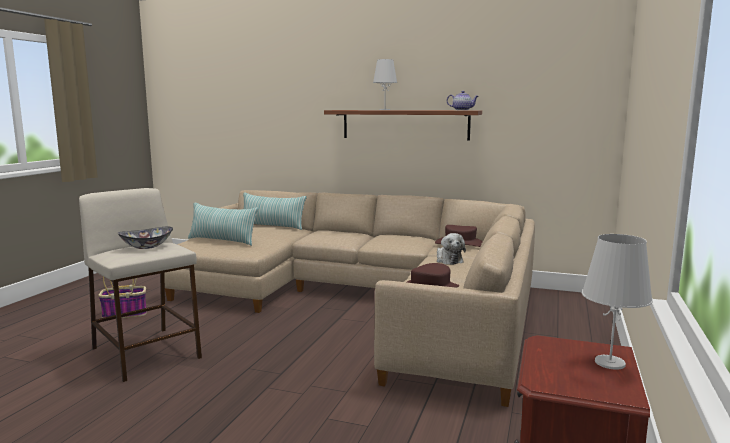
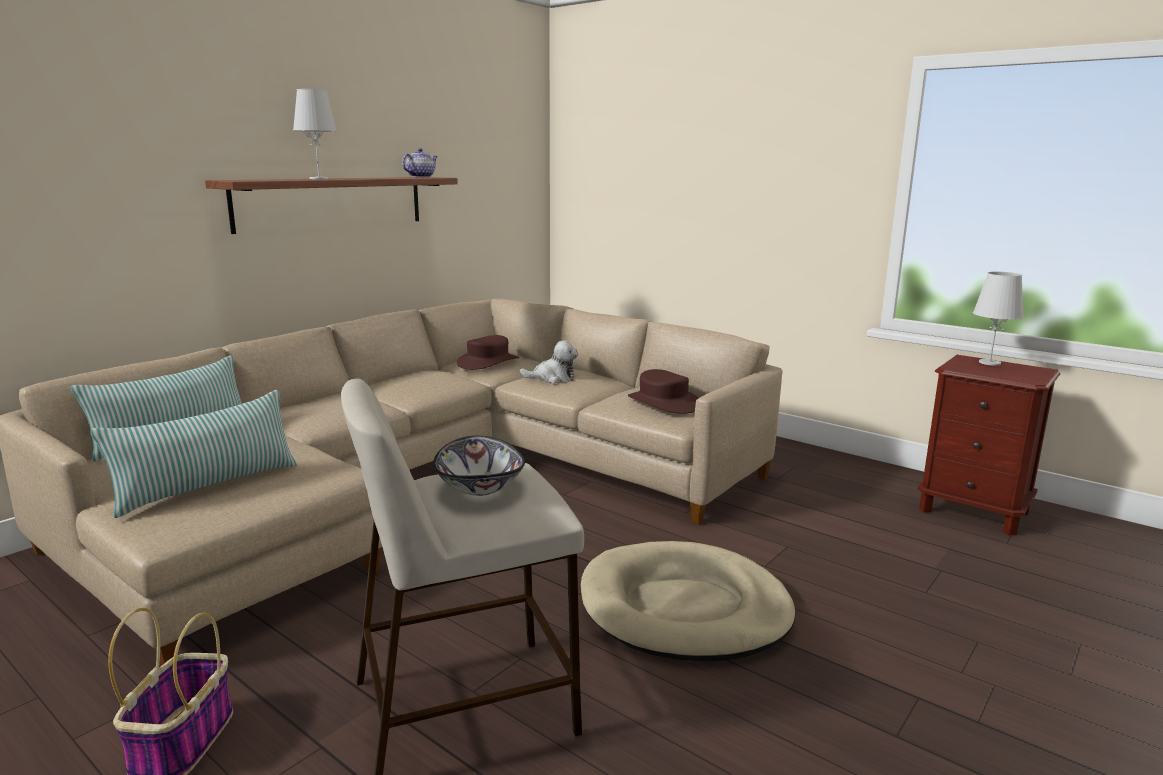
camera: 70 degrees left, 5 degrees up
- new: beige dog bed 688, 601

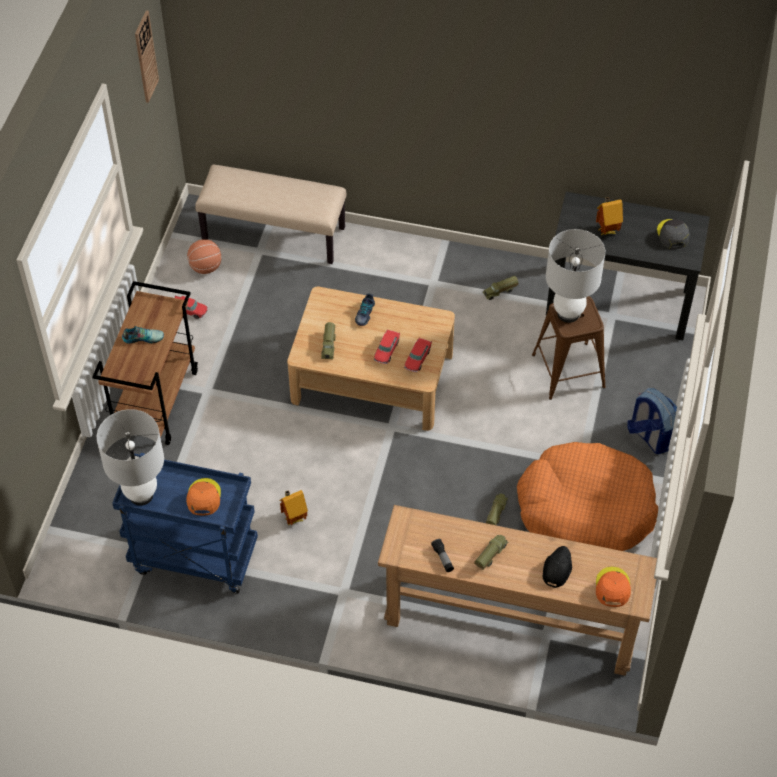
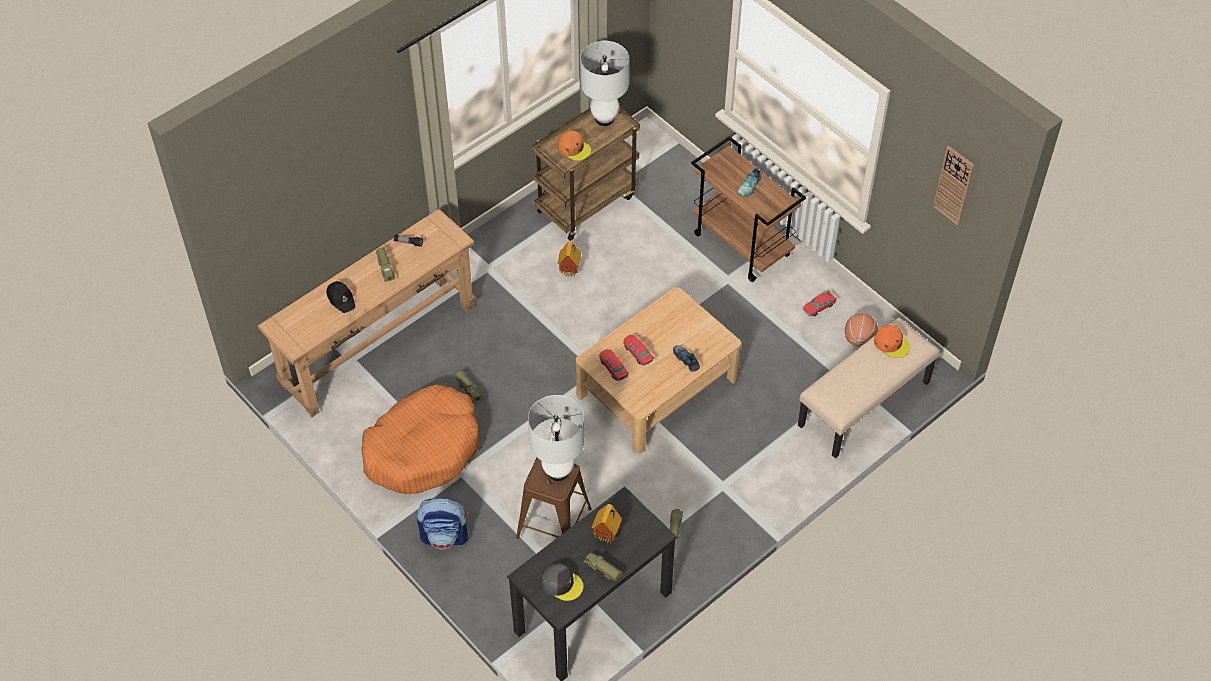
camera: 125 degrees right, 0 degrees up
- repainted: blue cart 185, 523 to brown cart 586, 174
- shifted: toy truck 328, 340 to 603, 567
- shifted: orange cap 613, 587 to 892, 341

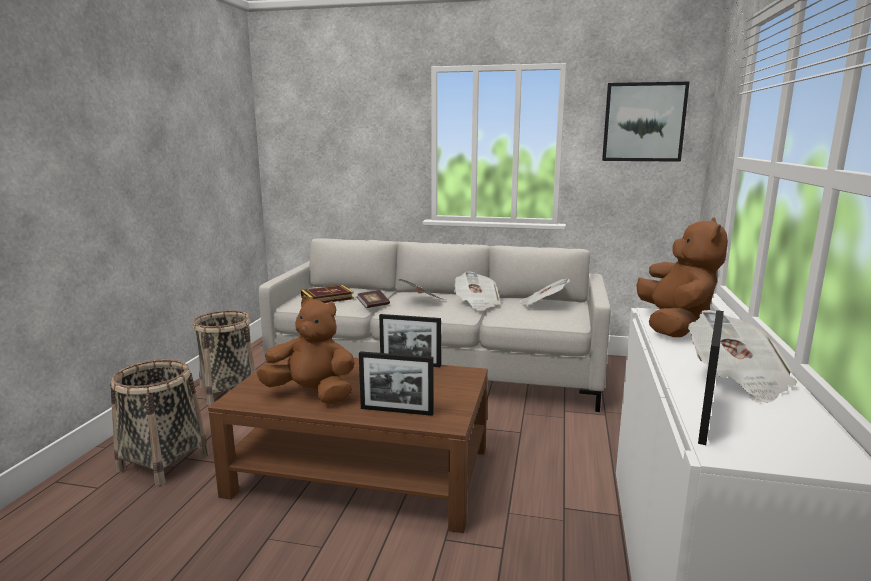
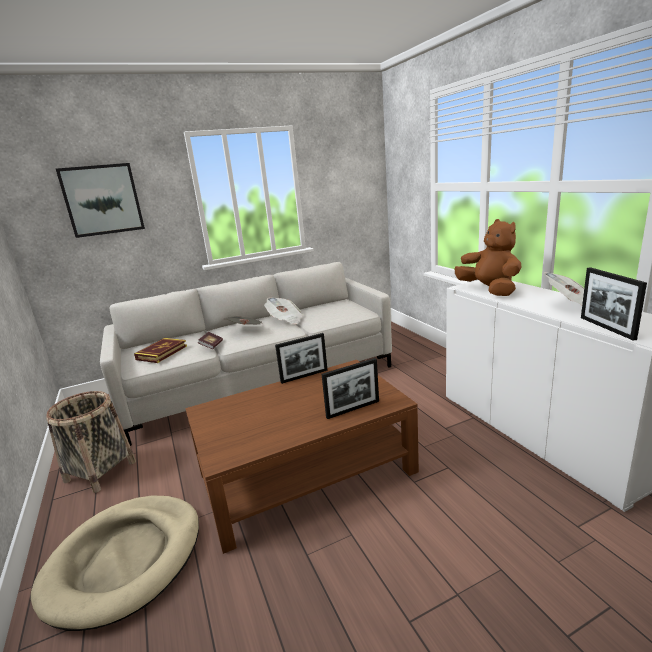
camera: 35 degrees left, 5 degrees up
- swapped: basket 159, 422 to beige dog bed 115, 563
- gone: brown plush toy 306, 350
- gone: newspaper 544, 293
- shifted: picture 645, 122 to 100, 200

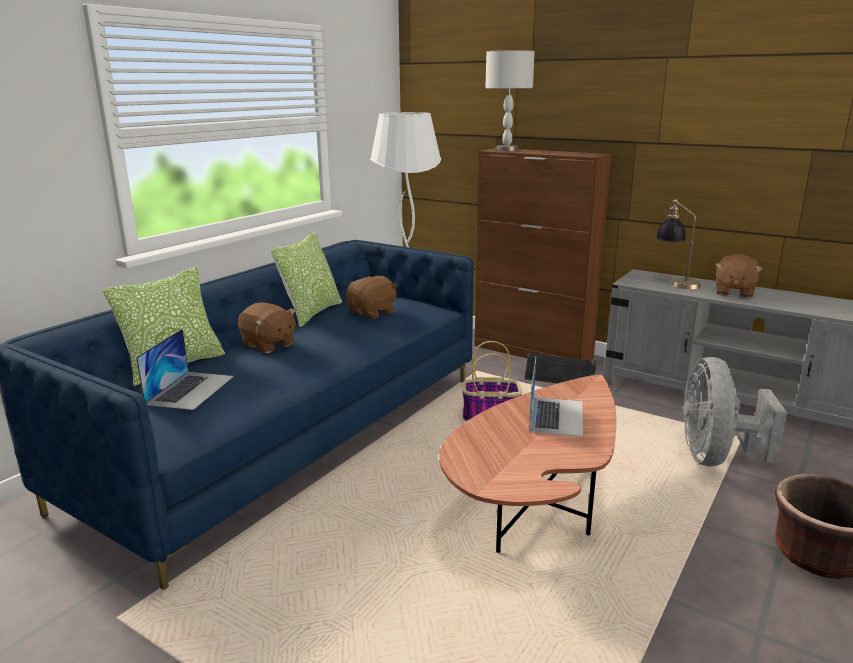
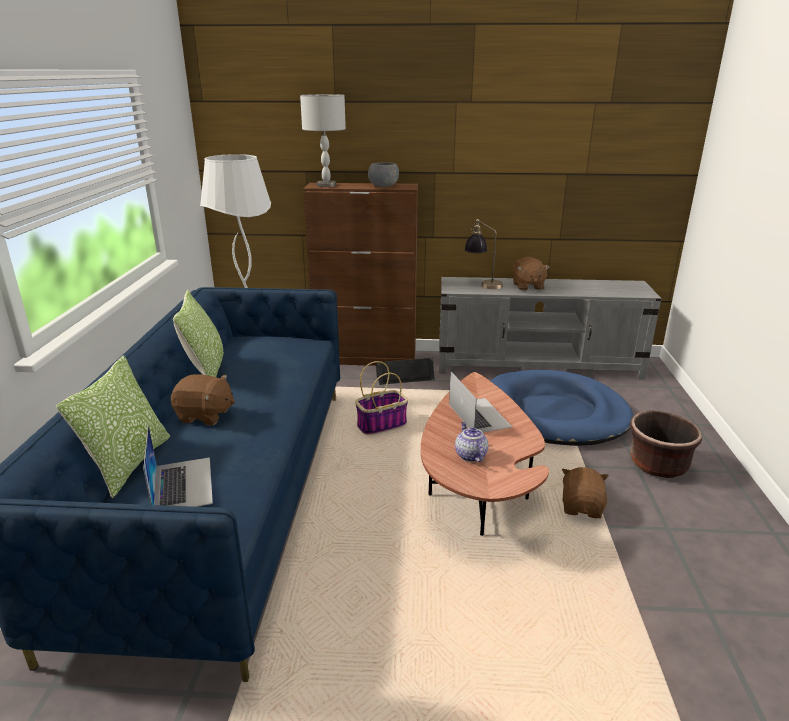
camera: 30 degrees left, 5 degrees up
- shifted: brown plush toy 371, 297 to 585, 492
- swapped: grey fan 735, 411 to blue dog bed 561, 408
- new: grey bowl 383, 174
- new: teapot 471, 442

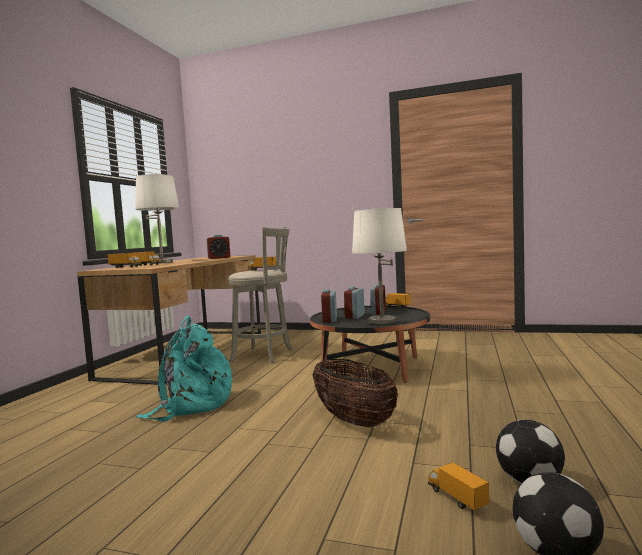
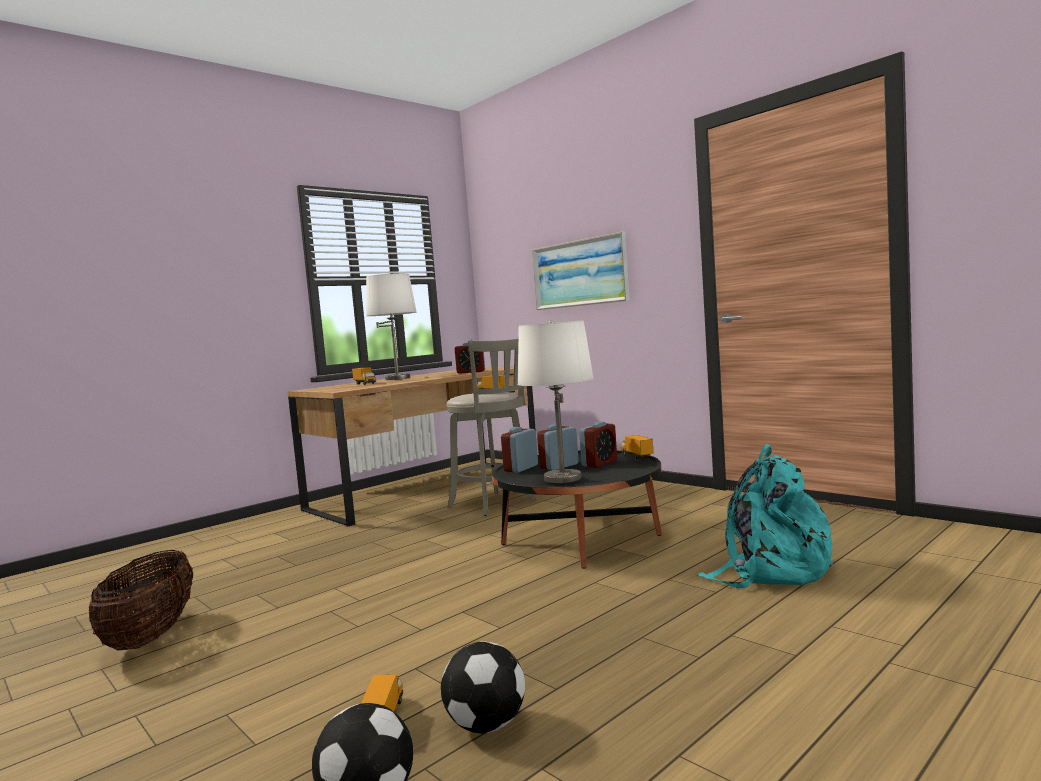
camera: 30 degrees right, 0 degrees up
- gone: toy truck 124, 260
- shifted: turquoise backpack 184, 368 to 765, 516
- shifted: basket 355, 393 to 141, 600
- new: picture 581, 271

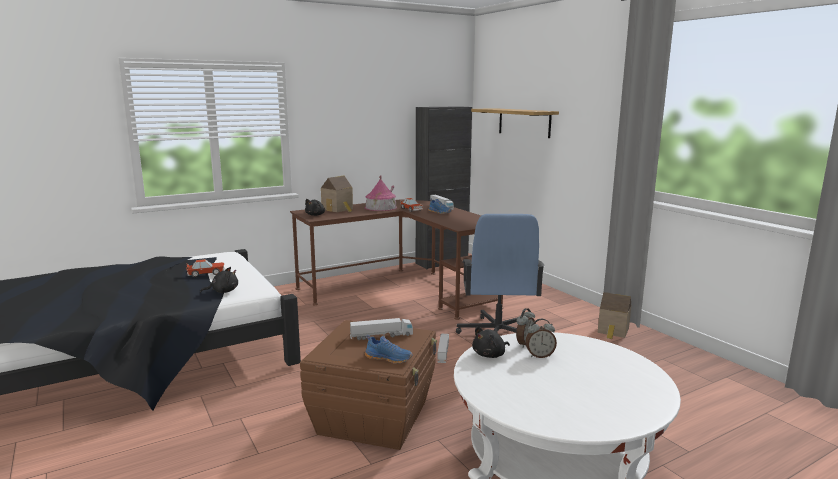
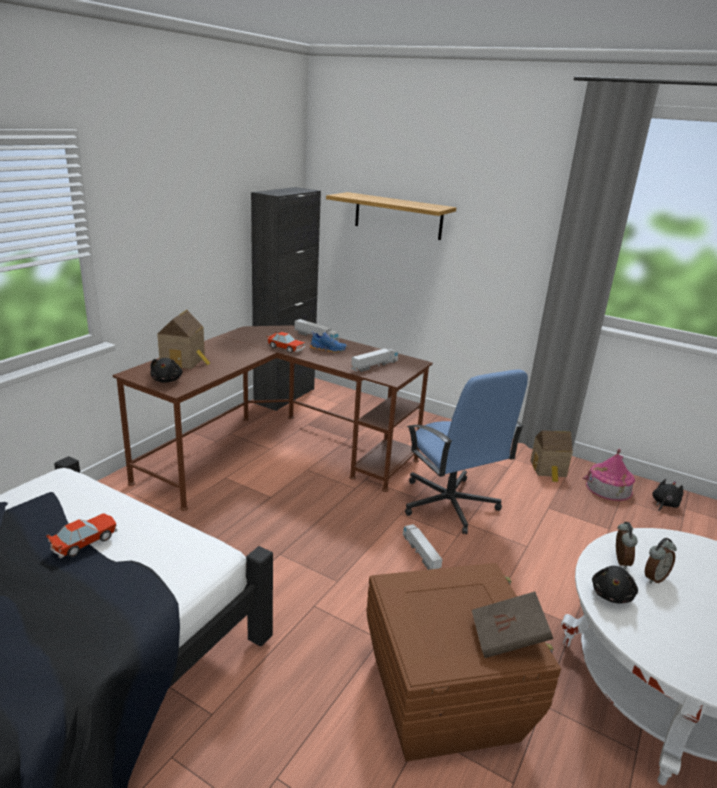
camera: 30 degrees left, 10 degrees up
- shifted: black plush toy 219, 280 to 667, 495
- shifted: toy truck 381, 329 to 374, 360
- shifted: toy house 381, 193 to 609, 475
- swapped: blue shoe 388, 349 to brown book 512, 625

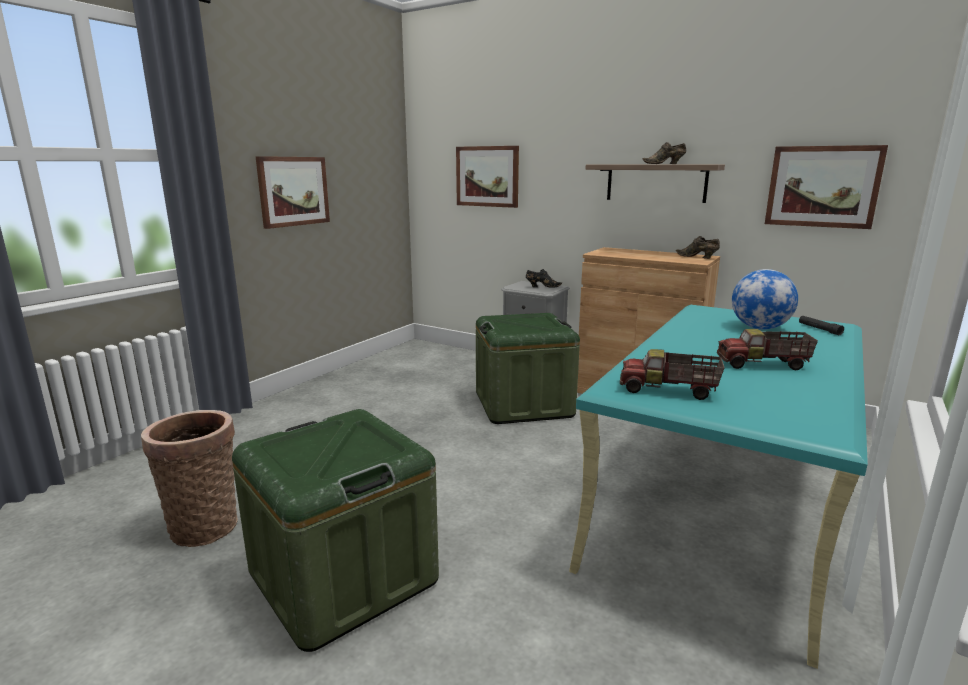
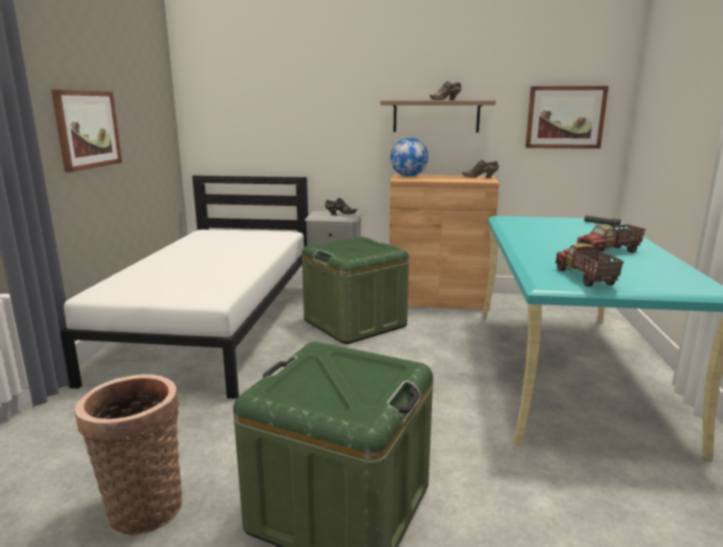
camera: 25 degrees left, 0 degrees up
- gone: picture 487, 177
- rotated: toy truck 672, 374 = 589, 264 90 degrees clockwise
- shifted: globe 765, 299 to 409, 157
- new: white bed 184, 287

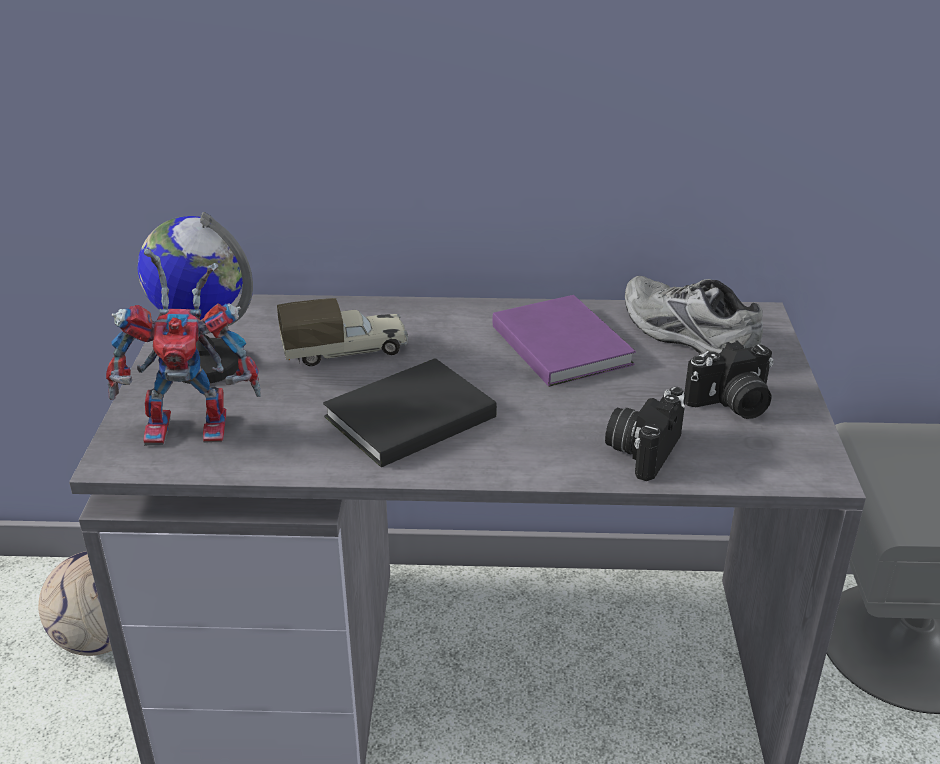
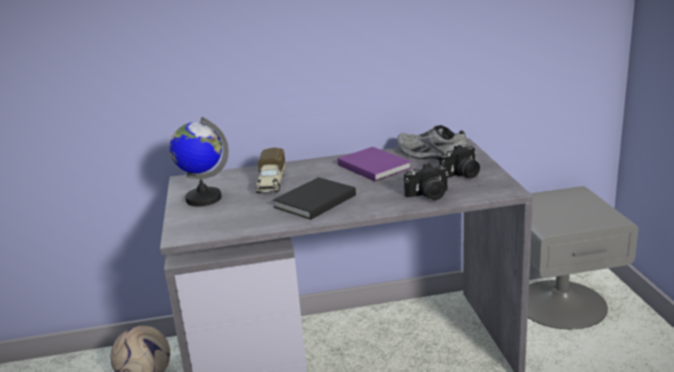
camera: 10 degrees left, 10 degrees down
- gone: toy robot 183, 347
- rotated: toy truck 342, 332 = 271, 170 120 degrees clockwise
- rotated: photo camera 645, 434 = 426, 181 120 degrees counterclockwise

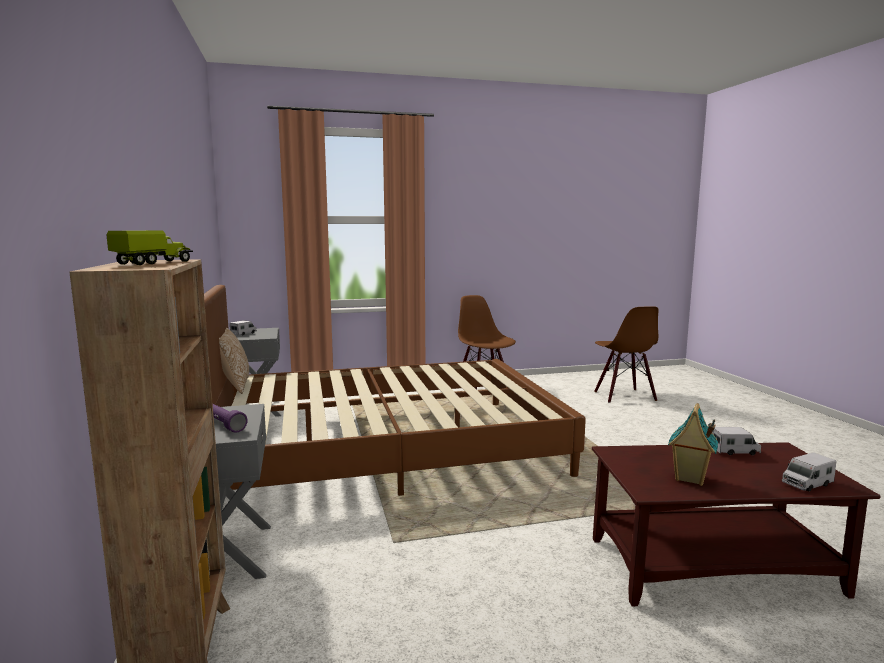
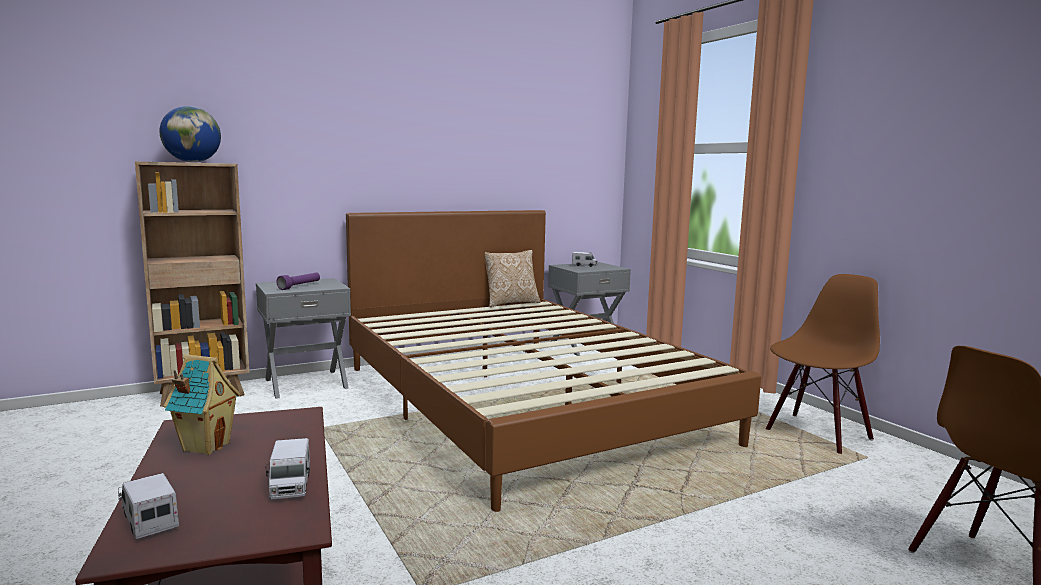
camera: 75 degrees right, 0 degrees up
- swapped: toy truck 149, 247 to globe 190, 134

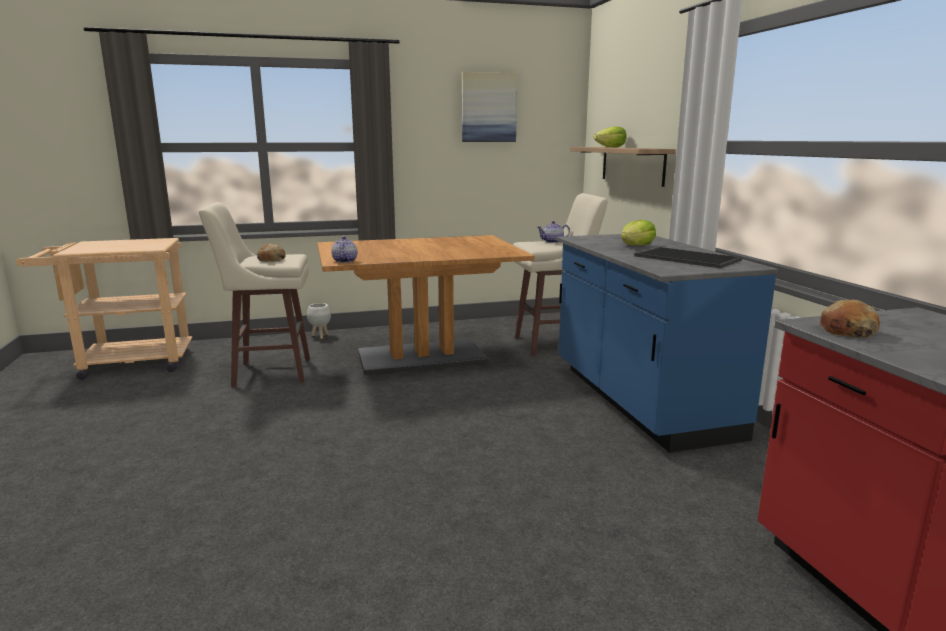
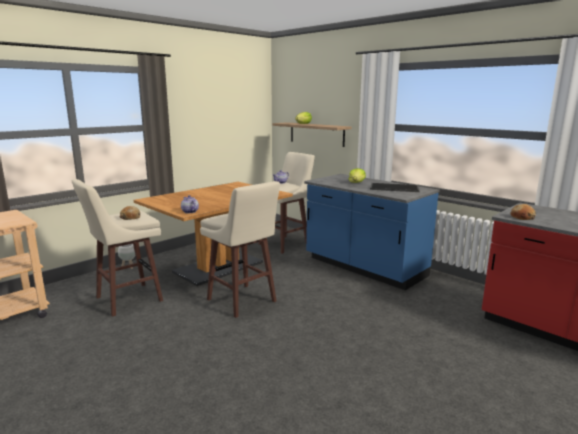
camera: 30 degrees left, 0 degrees up
- gone: picture 489, 107
- new: beige stool 240, 249

